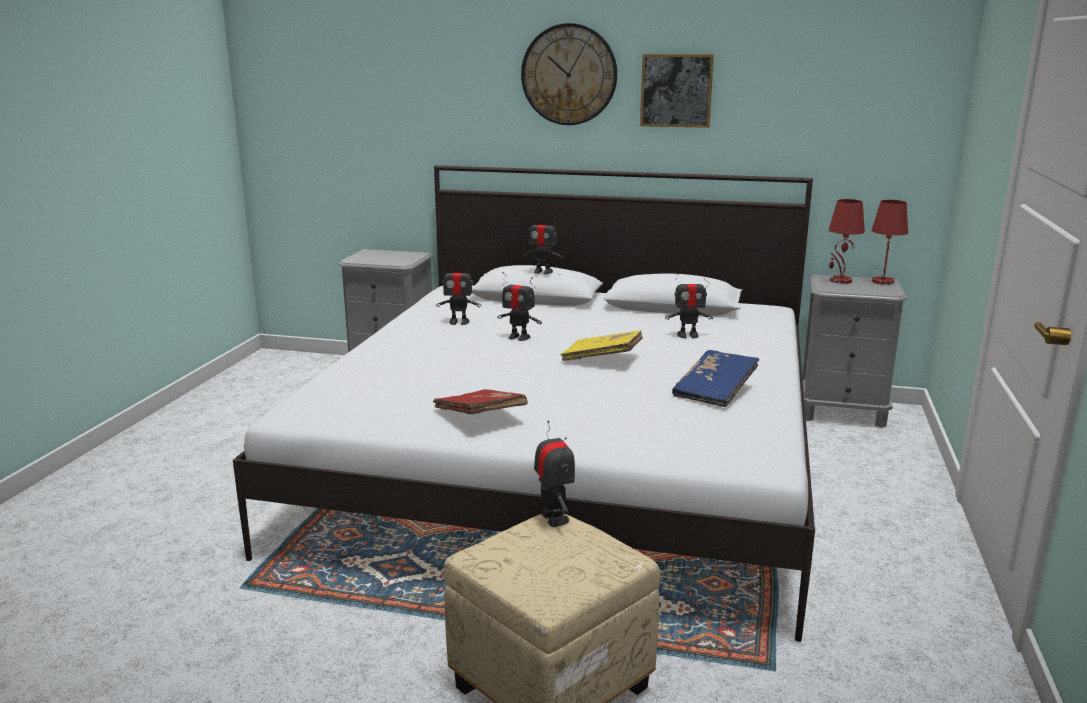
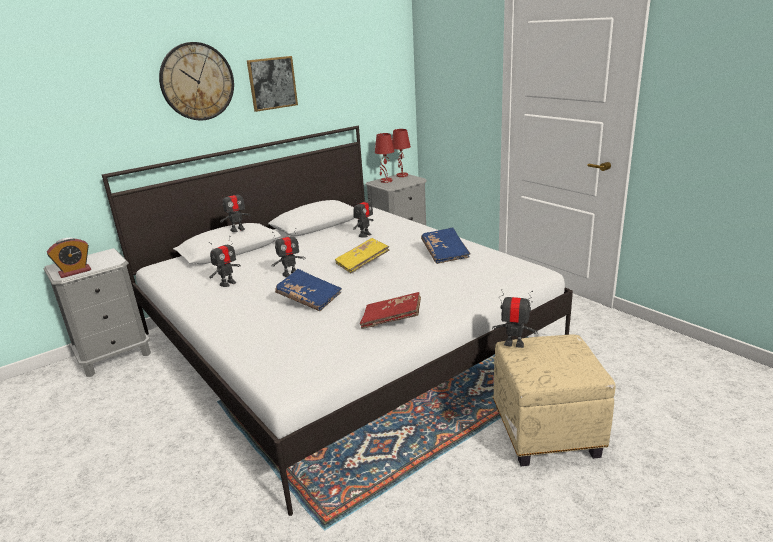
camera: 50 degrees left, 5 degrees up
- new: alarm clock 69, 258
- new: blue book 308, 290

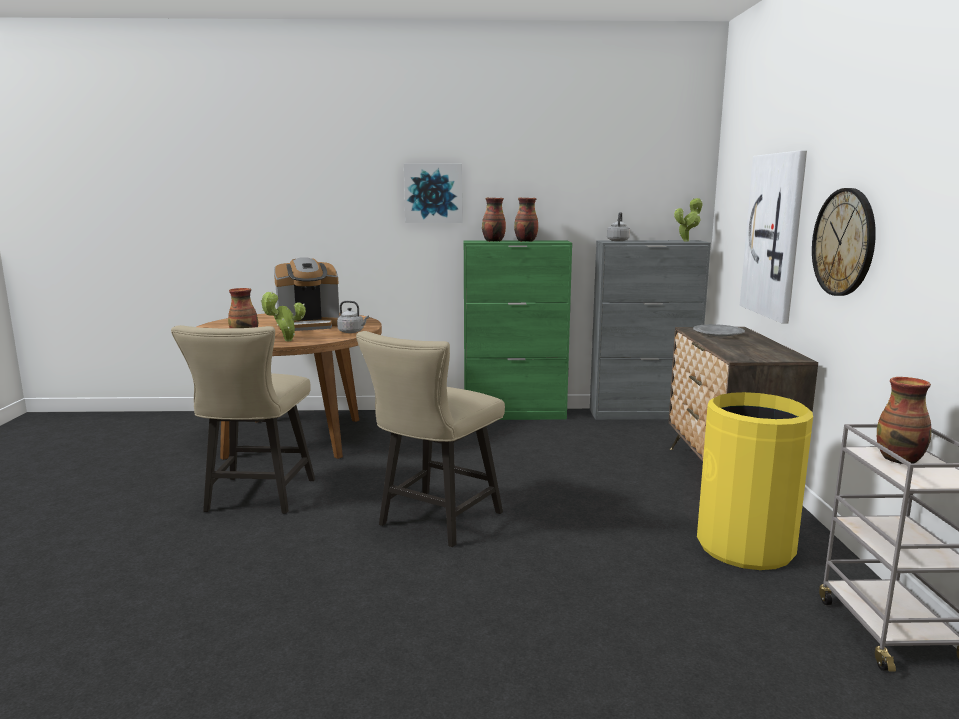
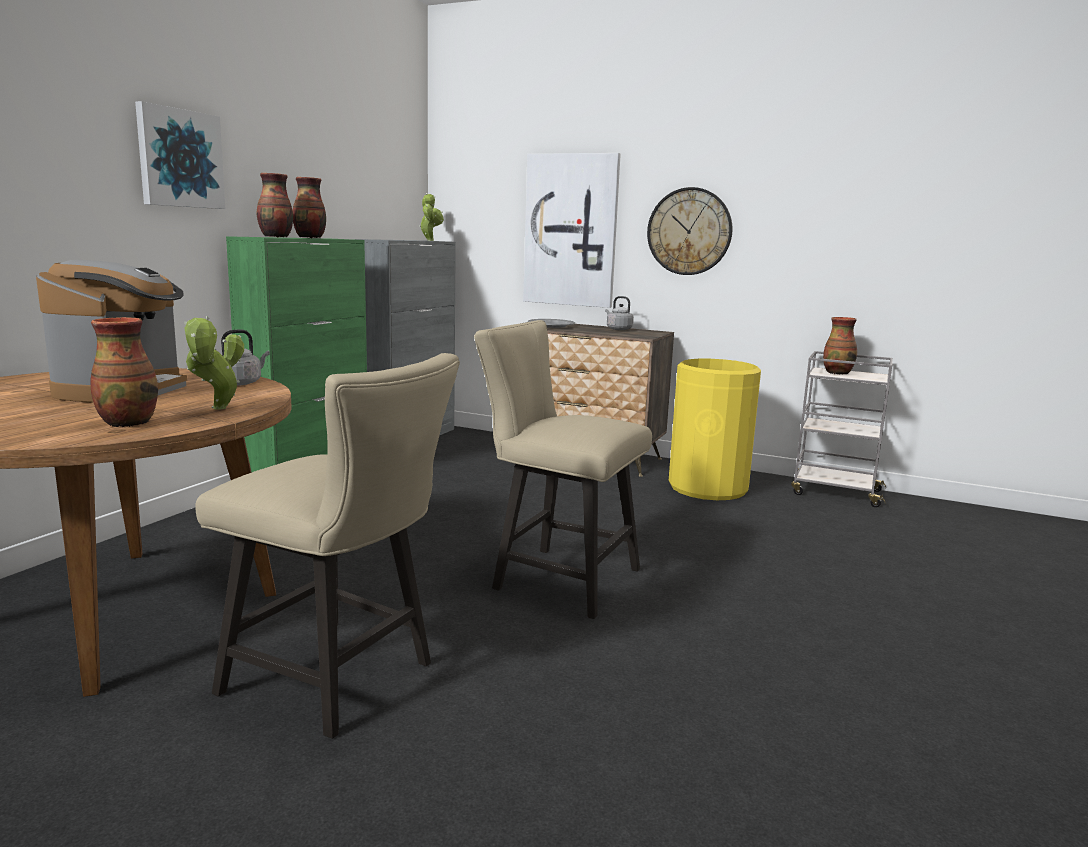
camera: 65 degrees left, 0 degrees up
- rotated: beige chair 430, 439 = 563, 469 150 degrees clockwise
- shifted: grey kettle 618, 226 to 619, 313

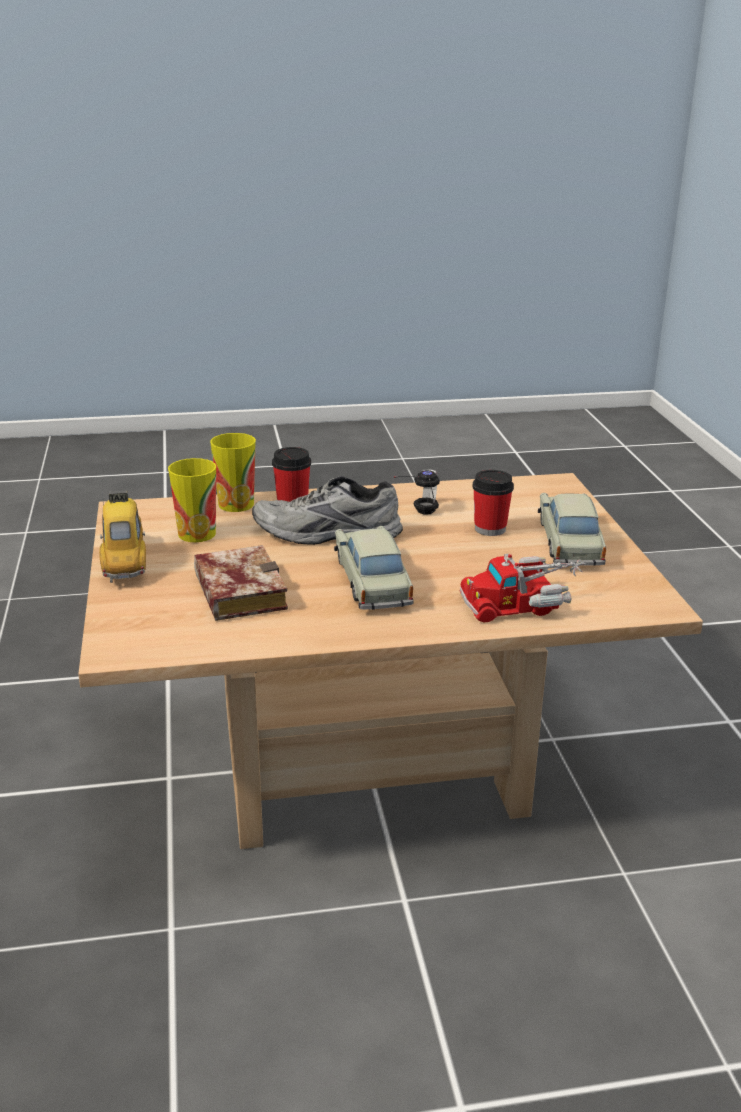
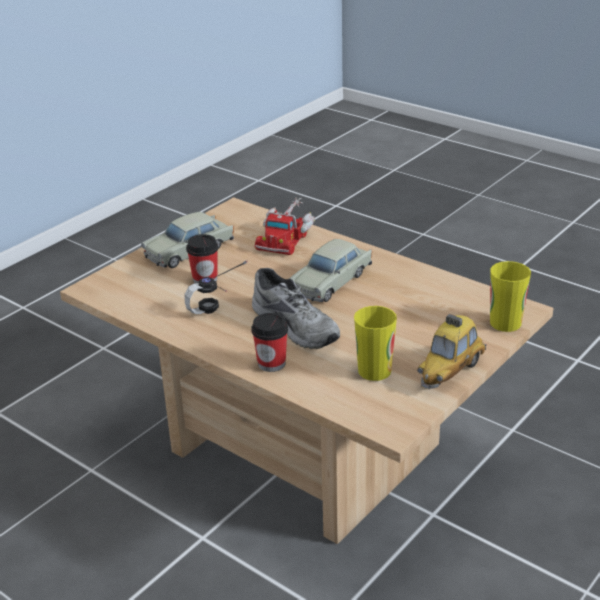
camera: 130 degrees left, 5 degrees up
- gone: book 241, 583
- shifted: cup 233, 472 to 510, 296
- rotated: toy truck 523, 588 = 284, 226 75 degrees clockwise

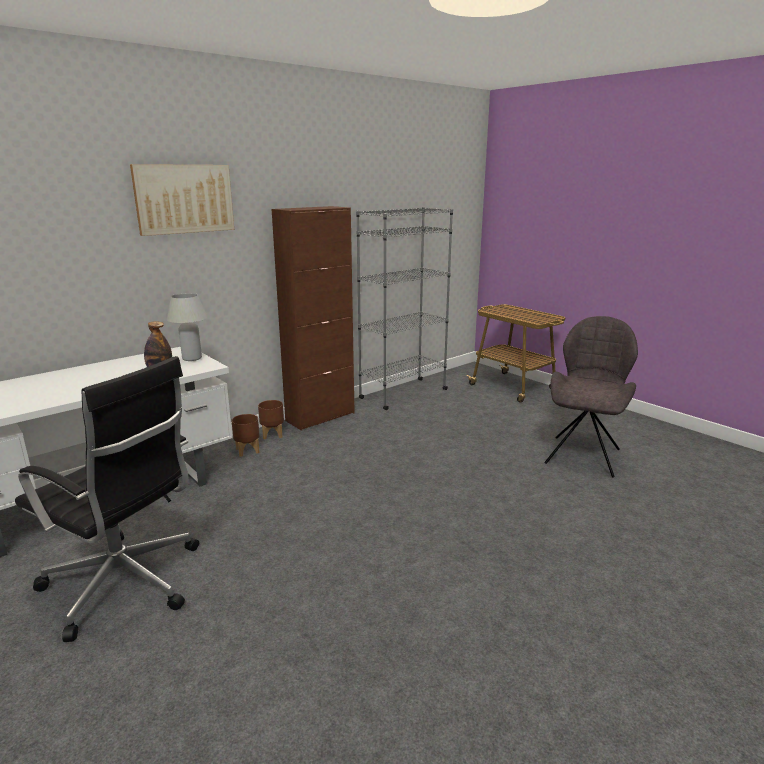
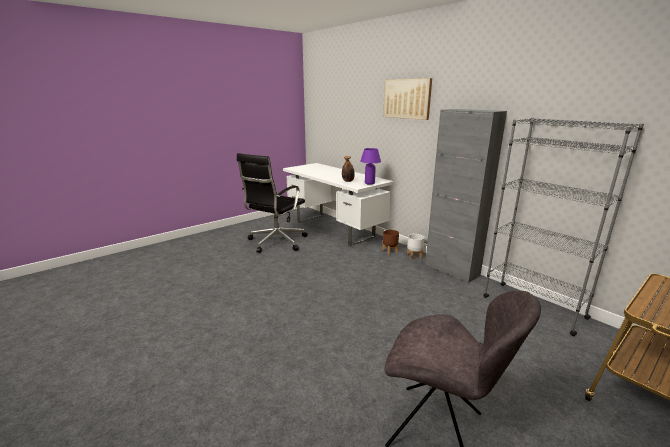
camera: 90 degrees right, 0 degrees up
- repainted: white table lamp 187, 327 to purple table lamp 370, 166
- repainted: brown planter 271, 419 to white planter 416, 247
- repainted: brown cabinet 313, 318 to grey cabinet 466, 196

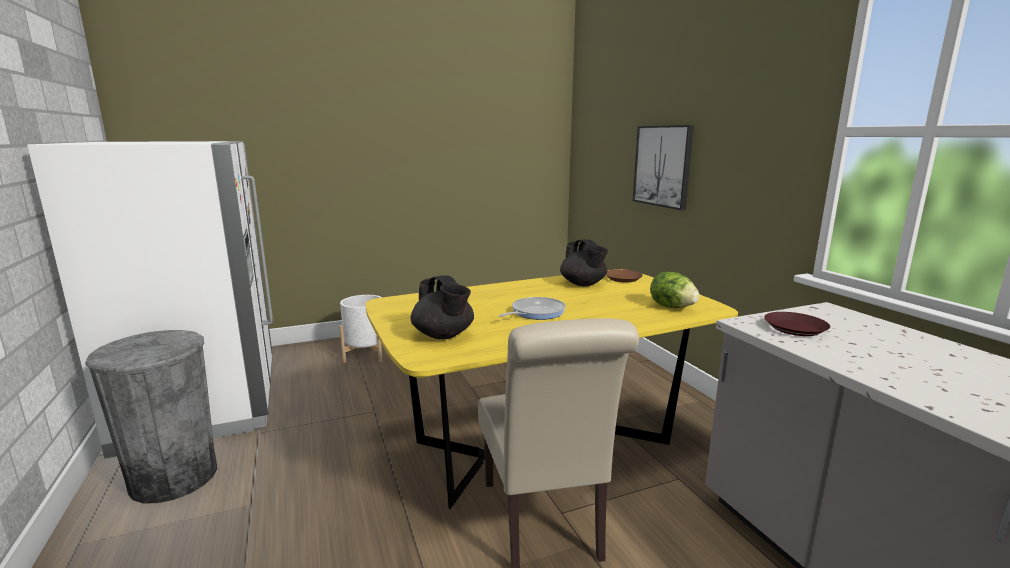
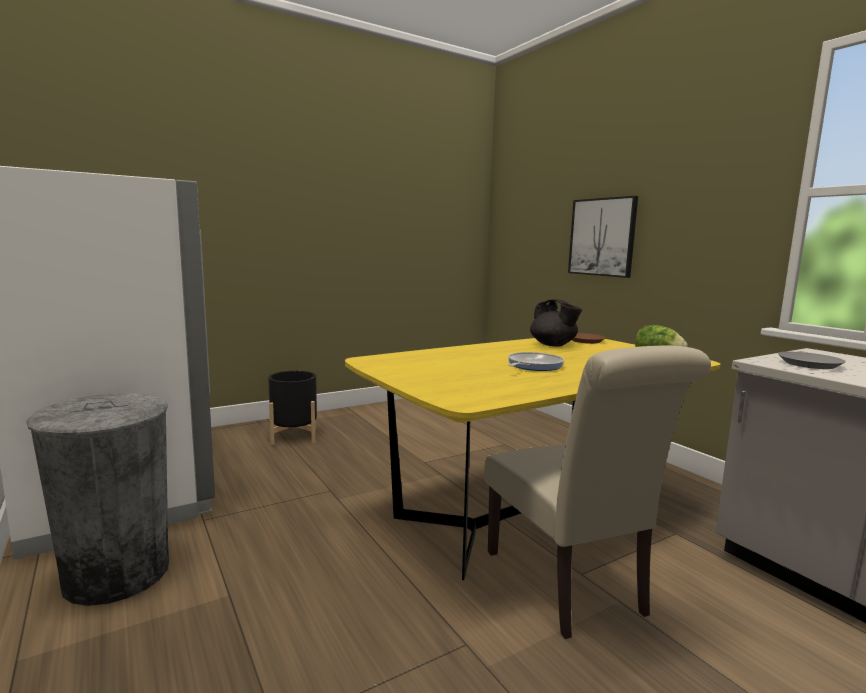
camera: 10 degrees left, 5 degrees down
- repainted: white planter 360, 329 to black planter 292, 408
- gone: black teapot 442, 307
- repainted: brown plate 797, 324 to grey plate 812, 360

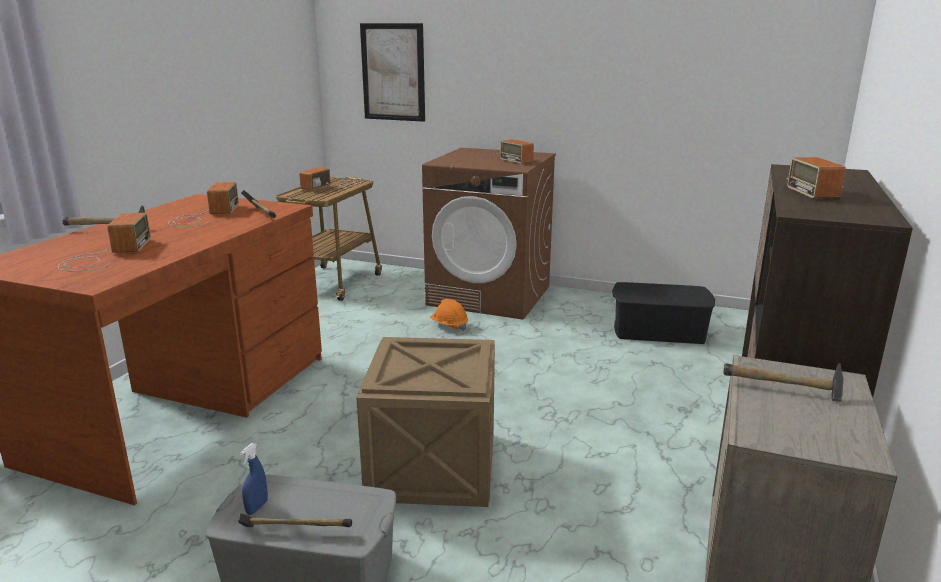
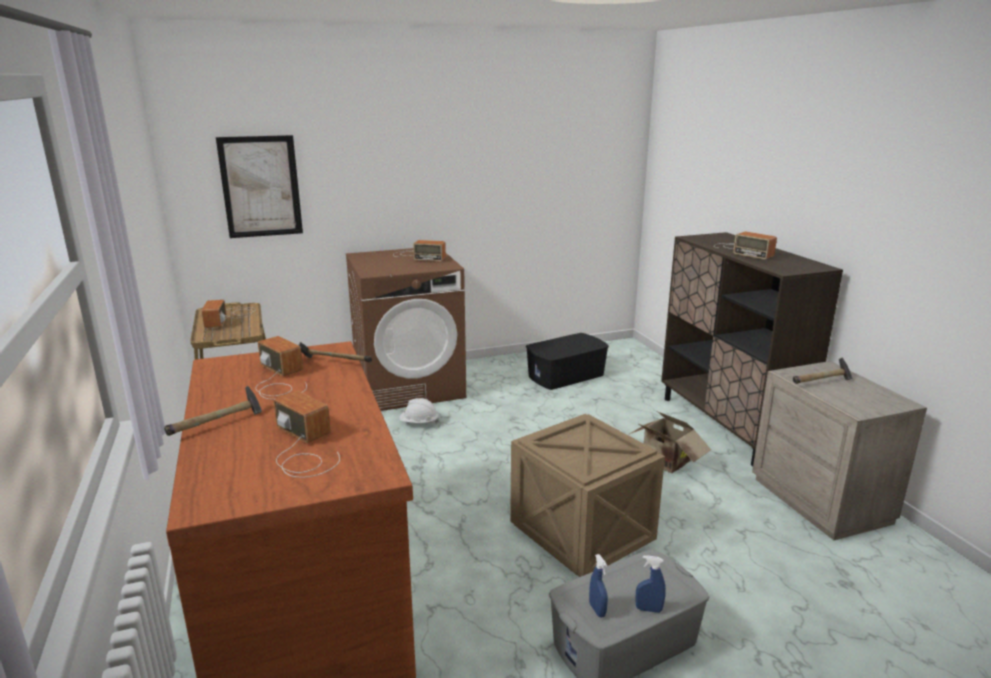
camera: 40 degrees left, 0 degrees up
- swapped: hammer 295, 520 to blue spray bottle 650, 584
- repainted: orange hard hat 449, 315 to white hard hat 419, 411
- new: cardboard box 670, 442

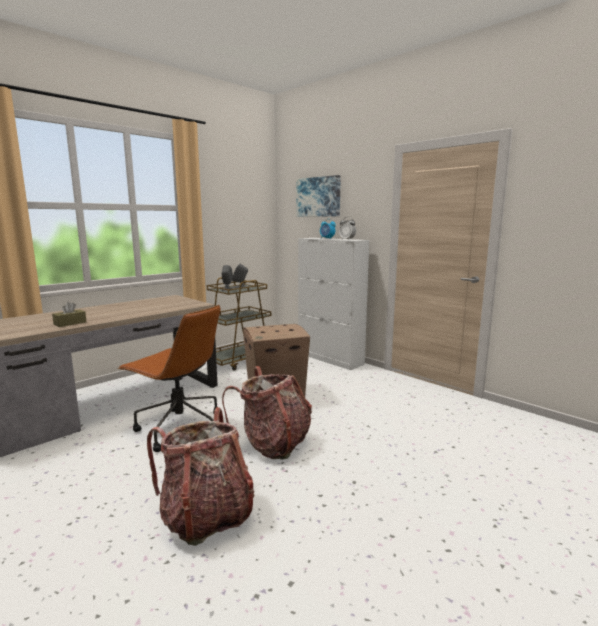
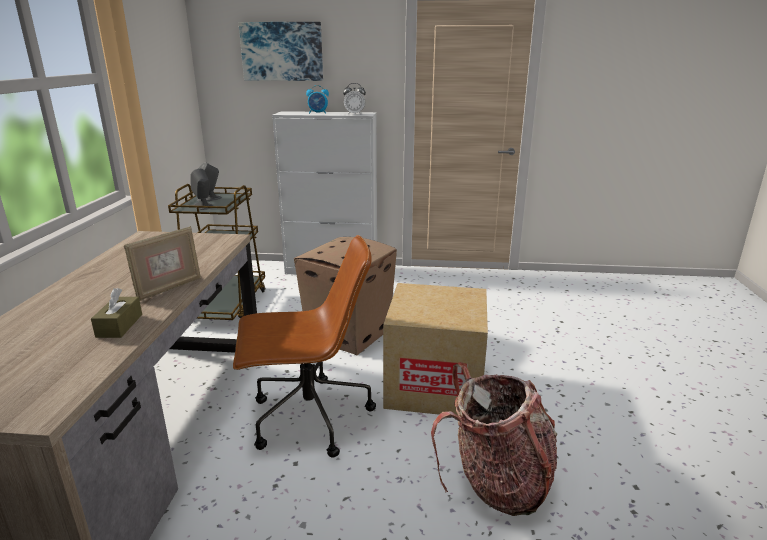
camera: 40 degrees left, 10 degrees up
- swapped: backpack 267, 412 to cardboard box 435, 349
- new: picture frame 162, 263

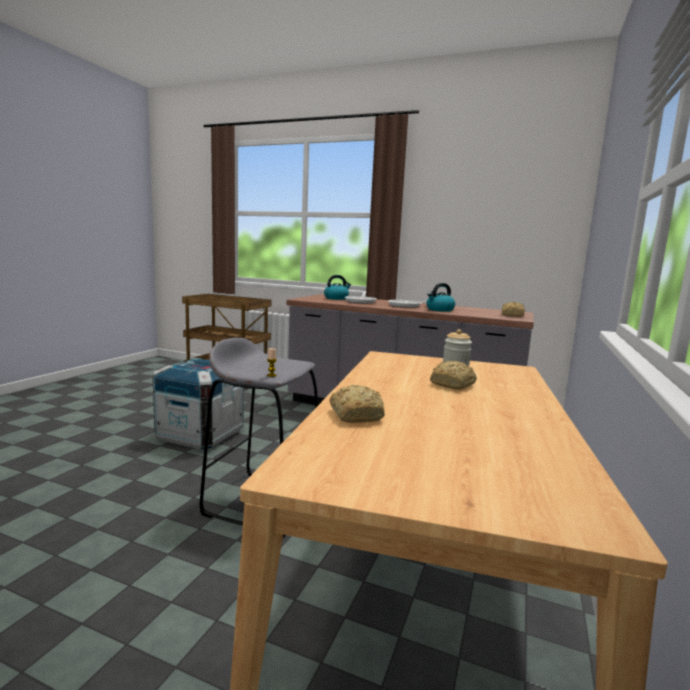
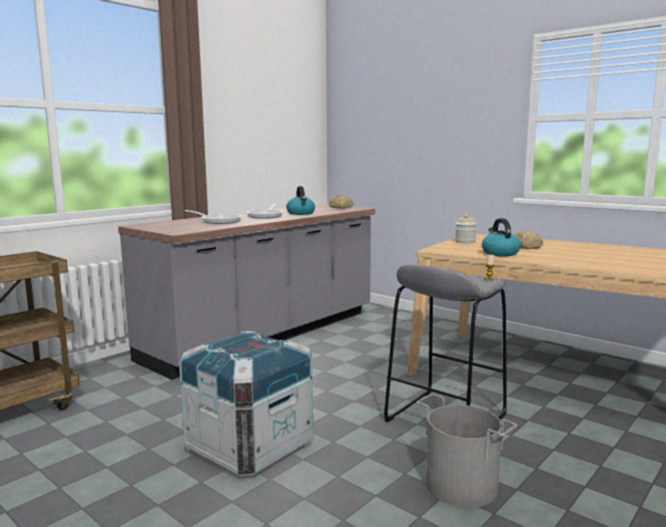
camera: 70 degrees left, 0 degrees up
- shifted: kettle 337, 287 to 501, 237
- gone: bread 357, 404
- new: grey bucket 466, 451

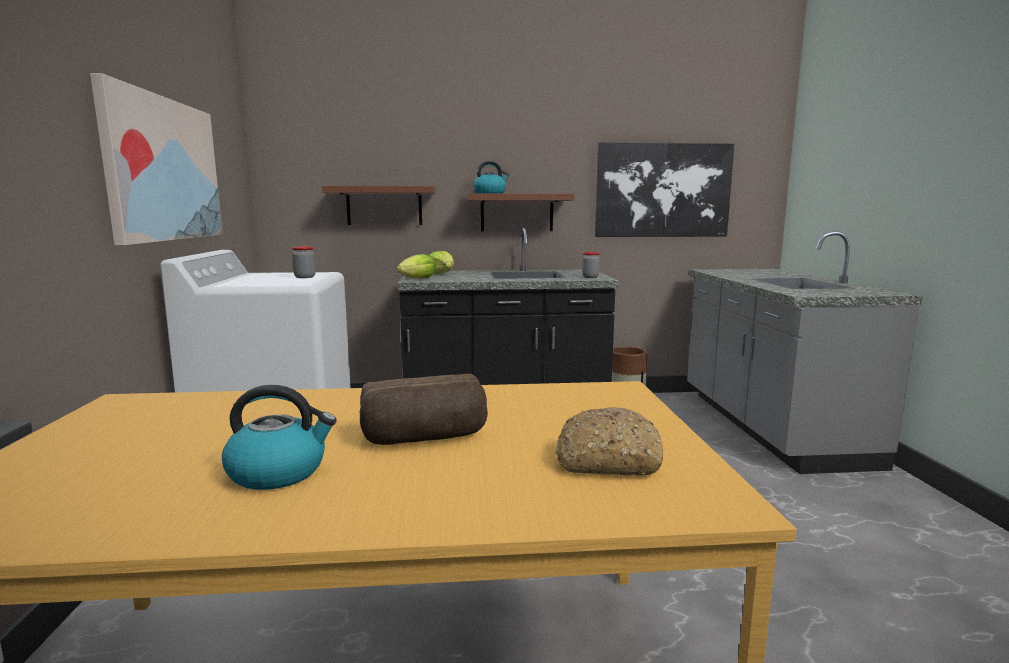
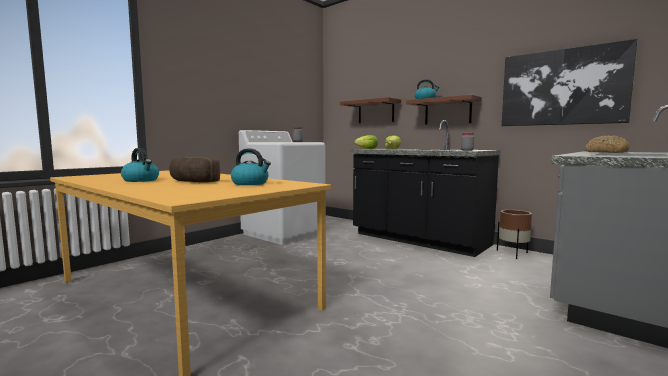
camera: 45 degrees right, 5 degrees down
- gone: picture 156, 159
- shifted: bread 609, 441 to 607, 144
- new: kettle 251, 166

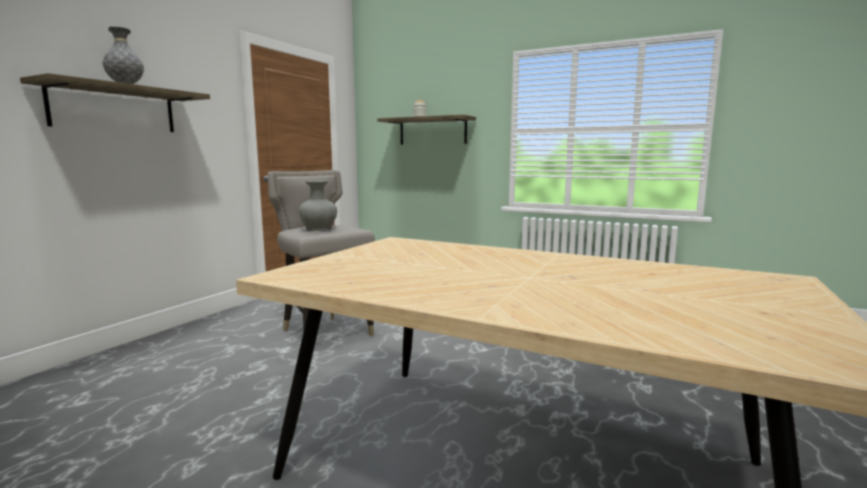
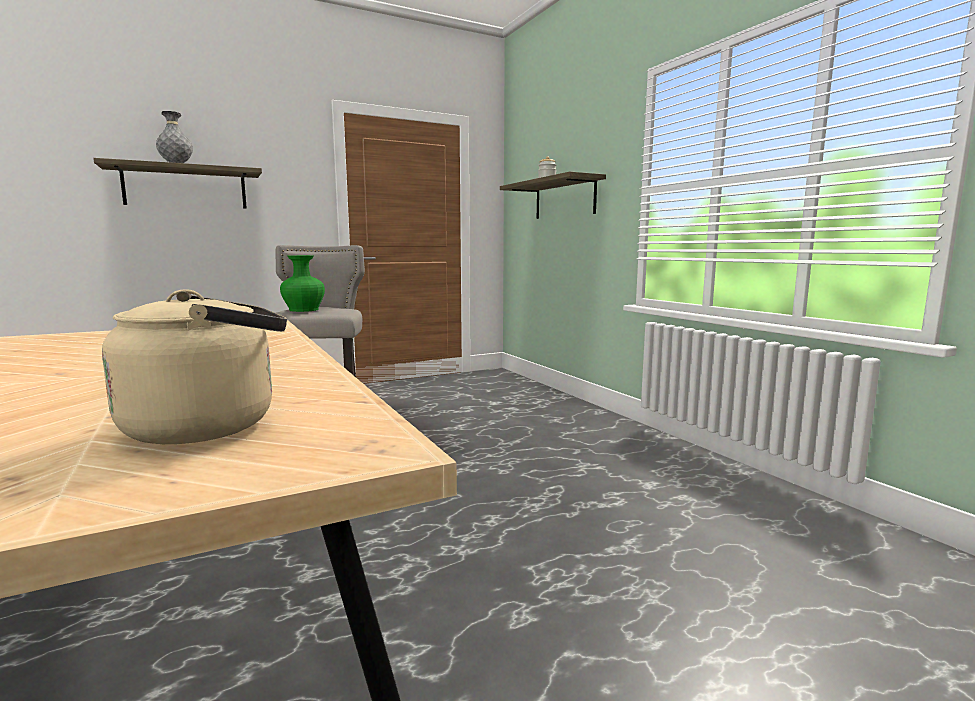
camera: 35 degrees right, 0 degrees up
- repainted: grey vase 318, 206 to green vase 302, 283
- new: beige kettle 194, 366

